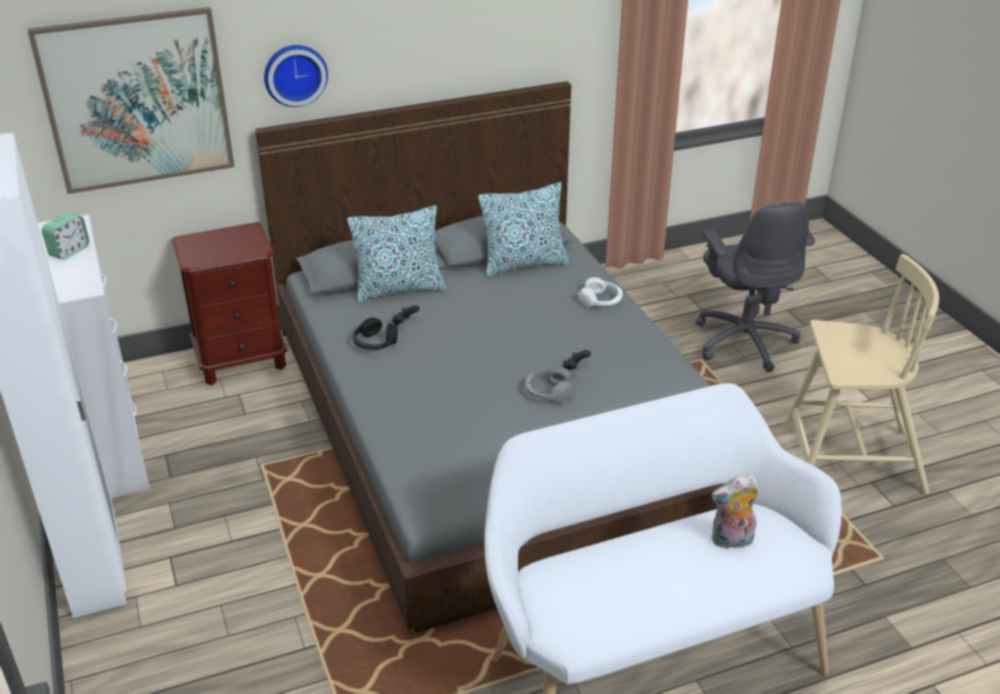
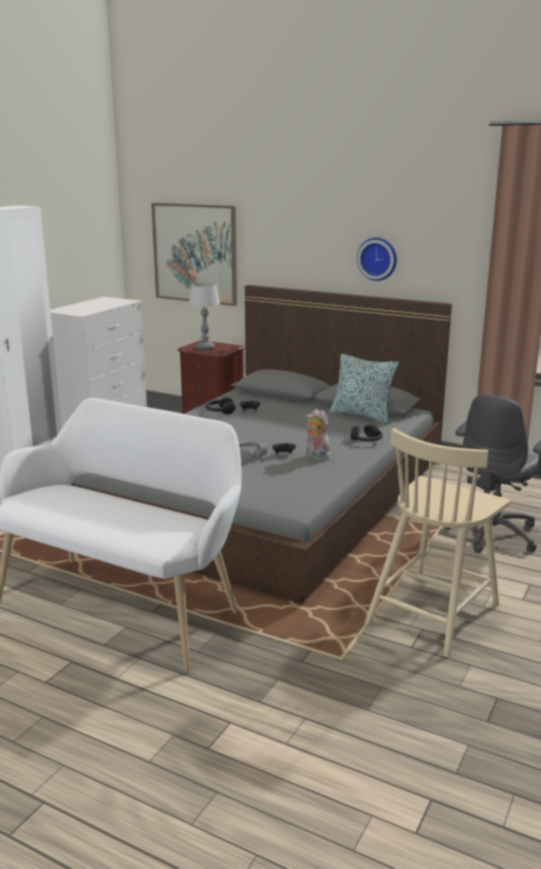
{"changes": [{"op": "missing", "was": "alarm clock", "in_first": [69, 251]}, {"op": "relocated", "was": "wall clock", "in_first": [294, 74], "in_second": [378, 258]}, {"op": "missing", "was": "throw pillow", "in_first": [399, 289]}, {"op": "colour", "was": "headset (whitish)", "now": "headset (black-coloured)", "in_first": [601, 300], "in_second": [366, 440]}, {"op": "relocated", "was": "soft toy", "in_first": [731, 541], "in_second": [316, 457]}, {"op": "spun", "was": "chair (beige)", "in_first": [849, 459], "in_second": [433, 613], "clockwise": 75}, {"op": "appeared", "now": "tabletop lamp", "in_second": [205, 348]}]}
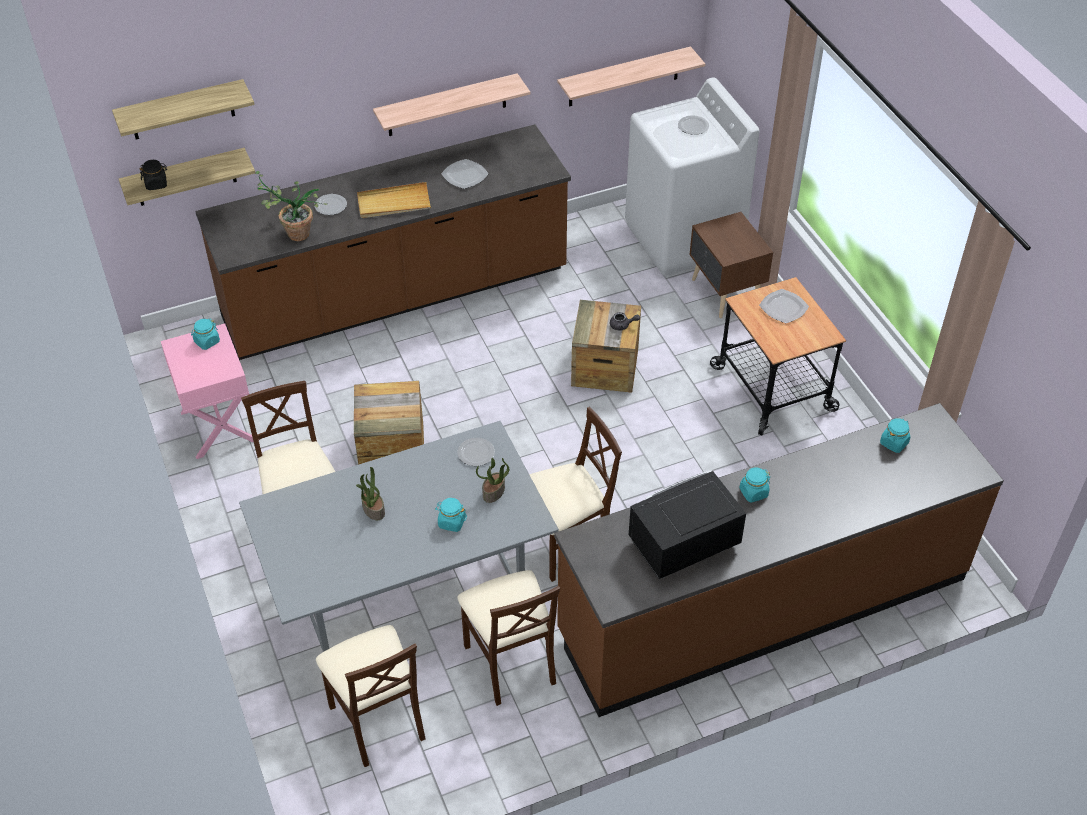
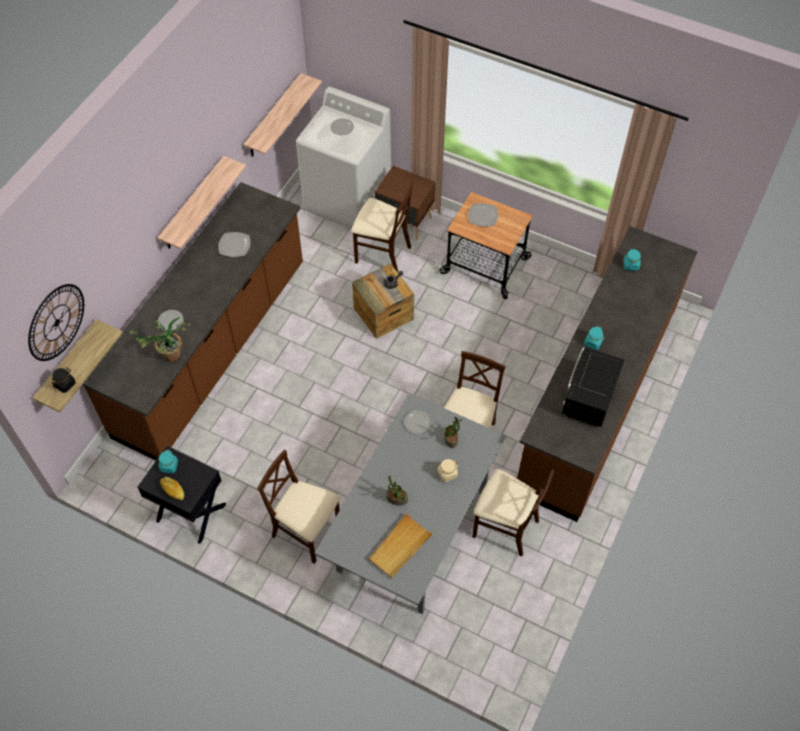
{"changes": [{"op": "exchanged", "was": "bracket shelf", "now": "wall clock", "in_first": [182, 110], "in_second": [56, 322]}, {"op": "colour", "was": "night table (pink)", "now": "night table (black-coloured)", "in_first": [218, 426], "in_second": [191, 513]}, {"op": "relocated", "was": "chair (beige)", "in_first": [378, 720], "in_second": [382, 253]}, {"op": "missing", "was": "crate", "in_first": [392, 449]}, {"op": "relocated", "was": "tray (beige)", "in_first": [393, 203], "in_second": [400, 547]}, {"op": "colour", "was": "storage jar (turquoise-coloured)", "now": "storage jar (beige)", "in_first": [451, 522], "in_second": [447, 474]}, {"op": "appeared", "now": "bakery bread", "in_second": [173, 490]}]}
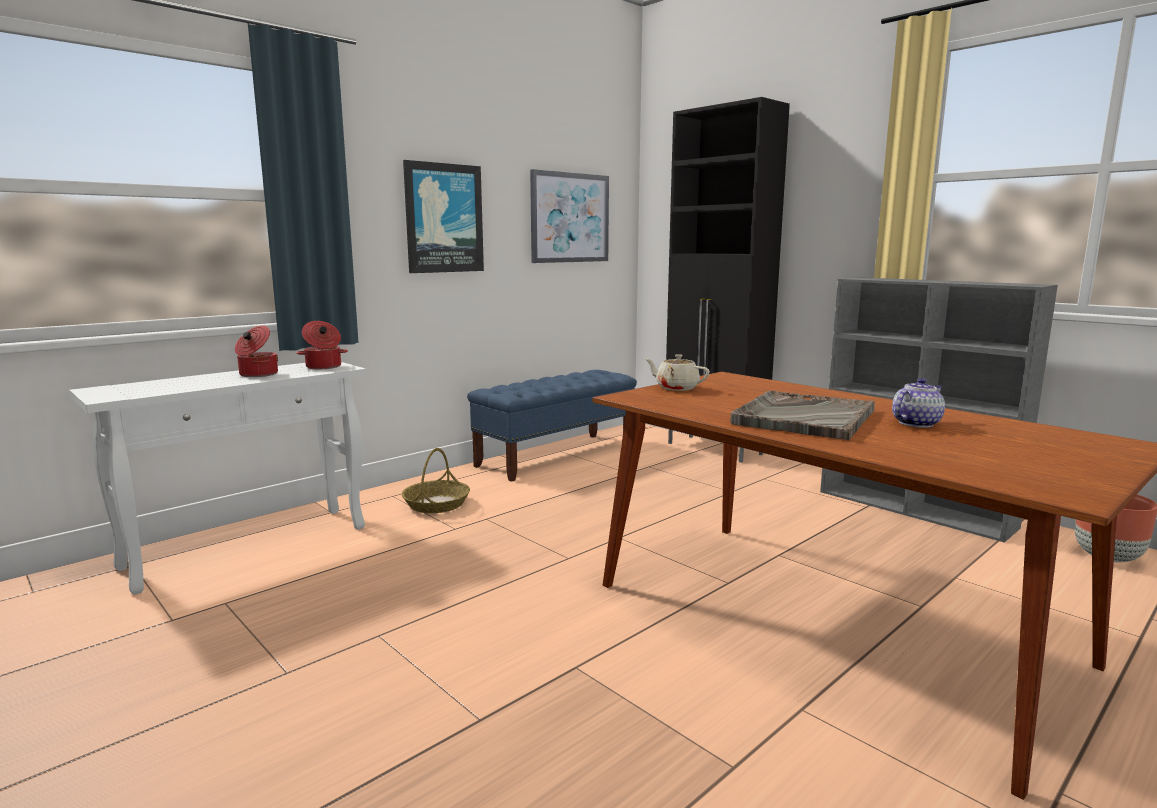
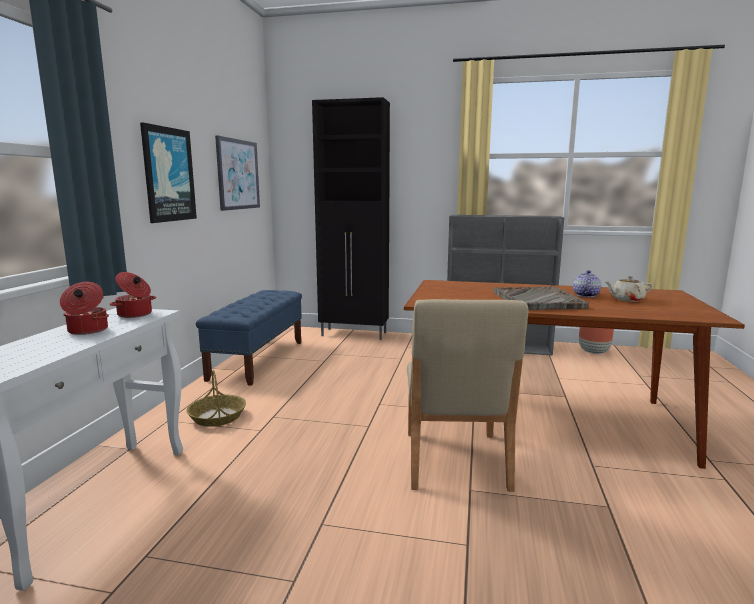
{"changes": [{"op": "relocated", "was": "pot for tea (beige)", "in_first": [676, 388], "in_second": [626, 299]}, {"op": "appeared", "now": "chair (beige)", "in_second": [455, 461]}]}
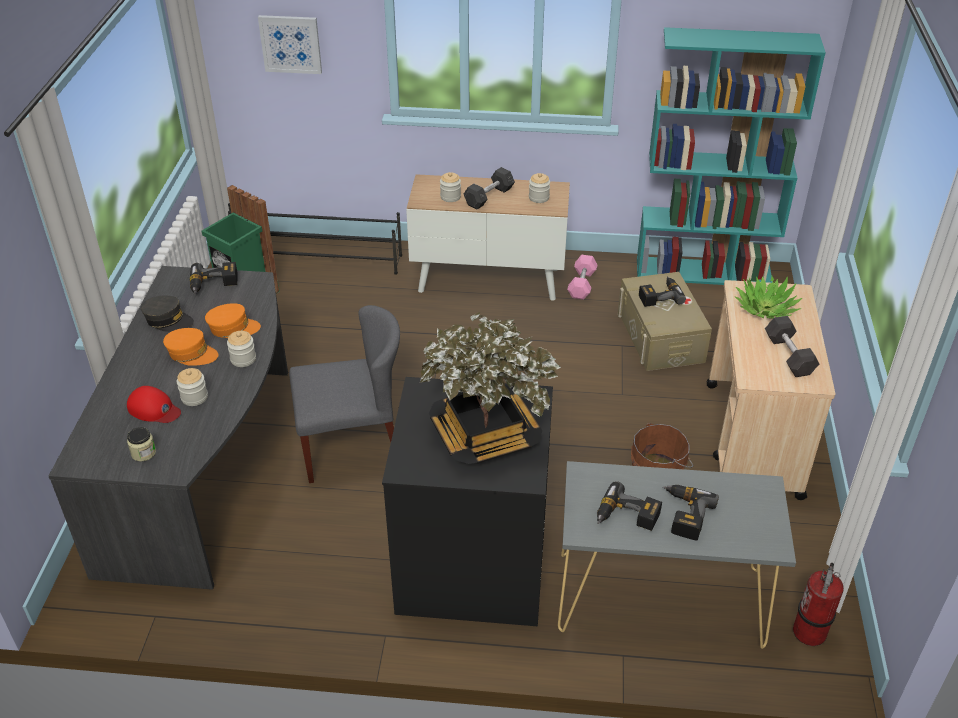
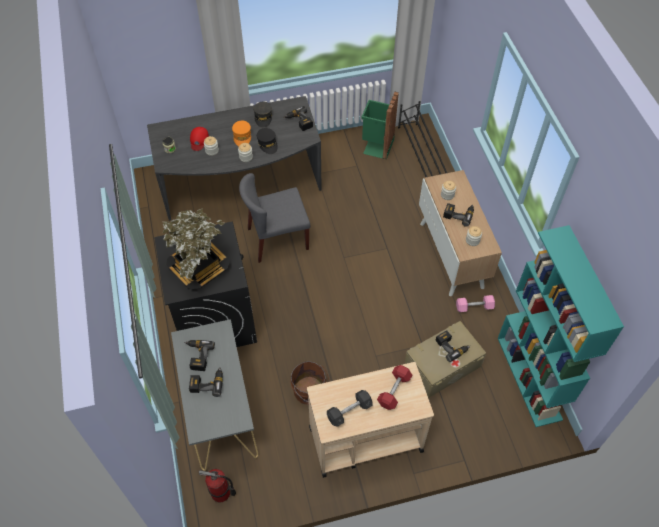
{"changes": [{"op": "colour", "was": "peaked cap (orange-coloured)", "now": "peaked cap (black-coloured)", "in_first": [233, 328], "in_second": [267, 144]}, {"op": "missing", "was": "picture", "in_first": [291, 44]}, {"op": "spun", "was": "chair (grey)", "in_first": [352, 447], "in_second": [277, 239], "clockwise": 105}, {"op": "exchanged", "was": "hand weight (grey)", "now": "drill", "in_first": [489, 197], "in_second": [458, 214]}, {"op": "exchanged", "was": "plant in a pot", "now": "hand weight (red-coloured)", "in_first": [765, 308], "in_second": [394, 390]}]}
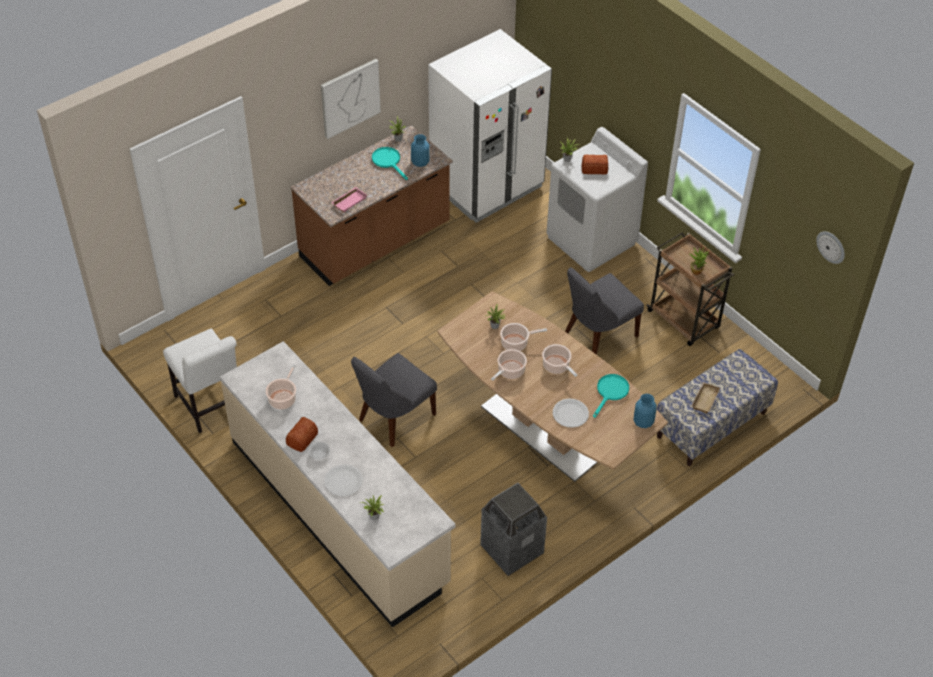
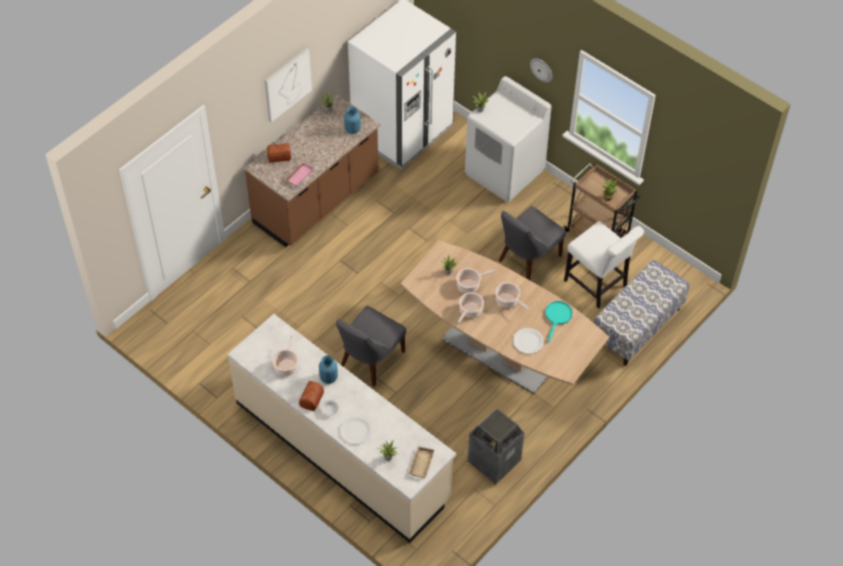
{"changes": [{"op": "relocated", "was": "chair (whitish)", "in_first": [211, 407], "in_second": [598, 285]}, {"op": "missing", "was": "frying pan (turquoise-coloured)", "in_first": [388, 161]}, {"op": "relocated", "was": "bakery bread", "in_first": [595, 169], "in_second": [280, 156]}, {"op": "relocated", "was": "vase (blue-coloured)", "in_first": [643, 422], "in_second": [328, 377]}, {"op": "relocated", "was": "tray (beige)", "in_first": [704, 399], "in_second": [420, 463]}, {"op": "relocated", "was": "wall clock", "in_first": [831, 247], "in_second": [541, 69]}]}
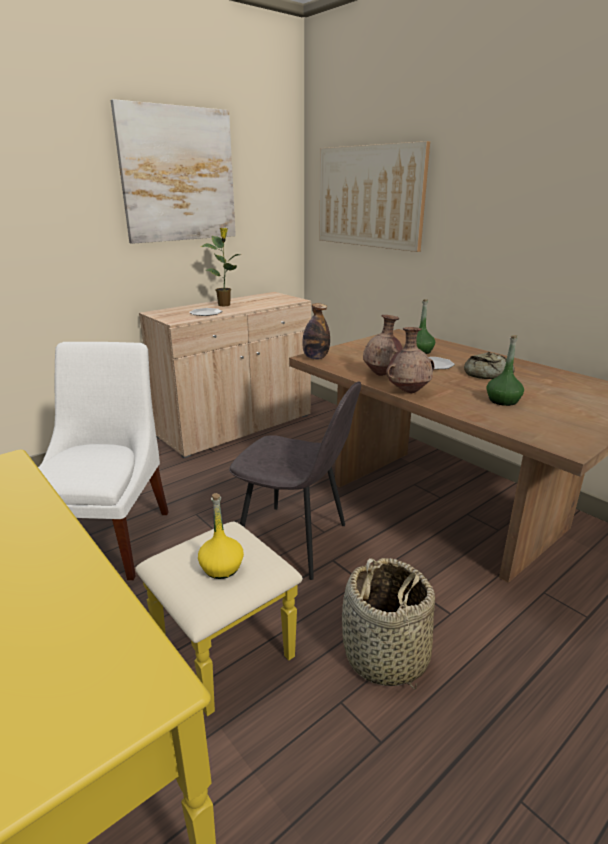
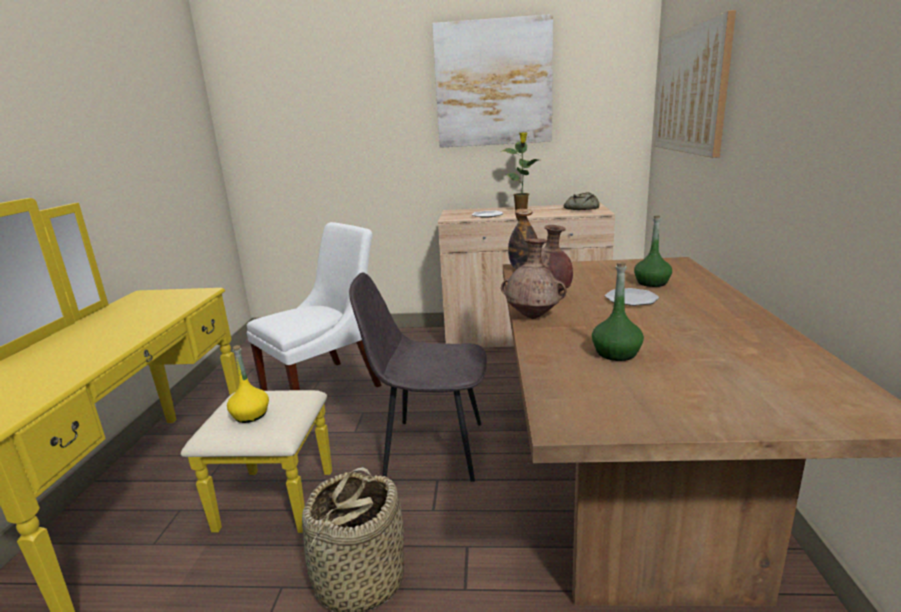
{"changes": [{"op": "spun", "was": "chair (grey)", "in_first": [295, 541], "in_second": [431, 449], "clockwise": 120}, {"op": "relocated", "was": "bakery bread", "in_first": [487, 374], "in_second": [581, 208]}]}
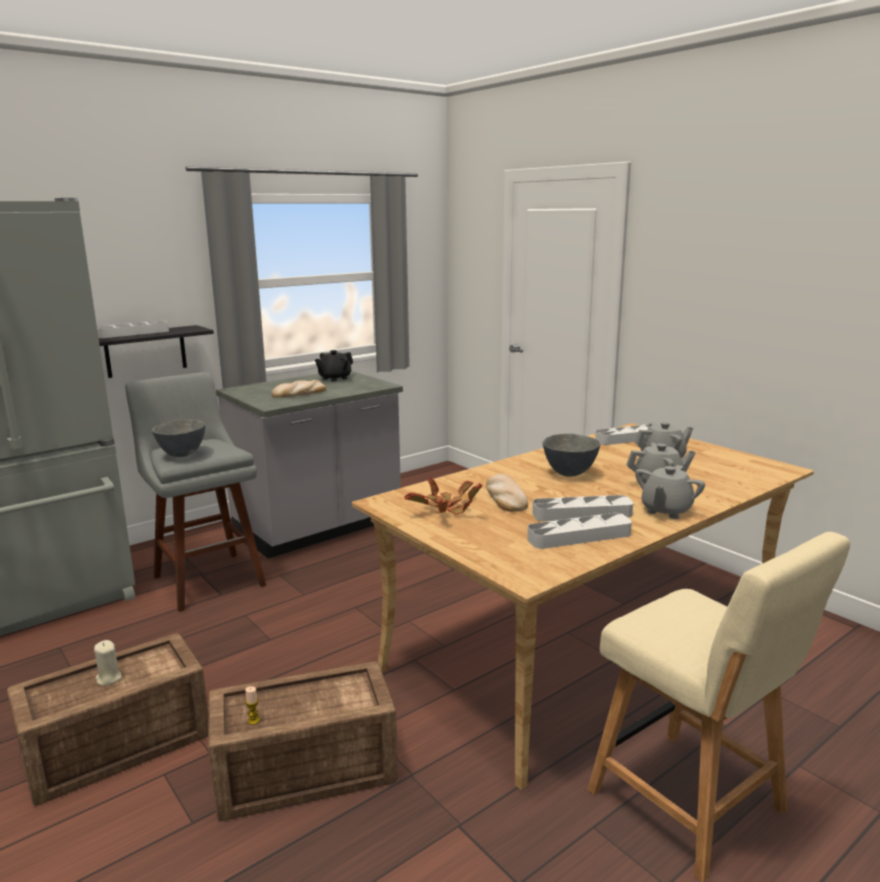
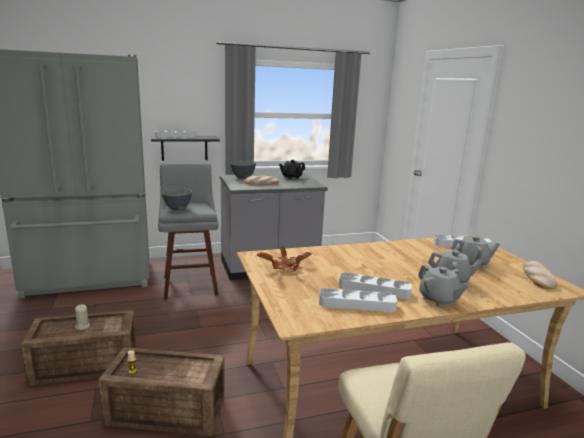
{"changes": [{"op": "relocated", "was": "bakery bread", "in_first": [505, 497], "in_second": [537, 277]}, {"op": "relocated", "was": "deep dish (grey)", "in_first": [569, 474], "in_second": [242, 178]}, {"op": "spun", "was": "pot for tea (grey)", "in_first": [666, 510], "in_second": [438, 300], "clockwise": -90}]}
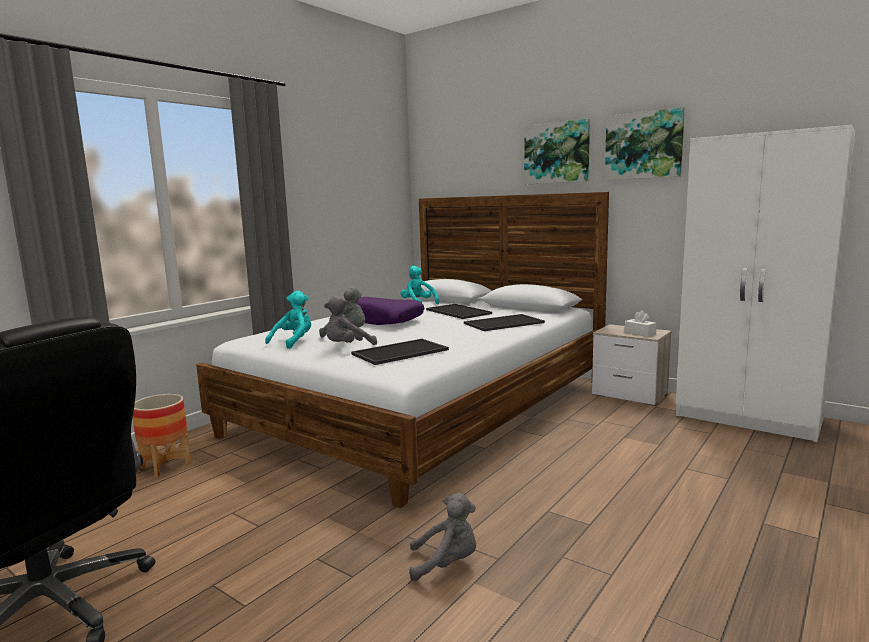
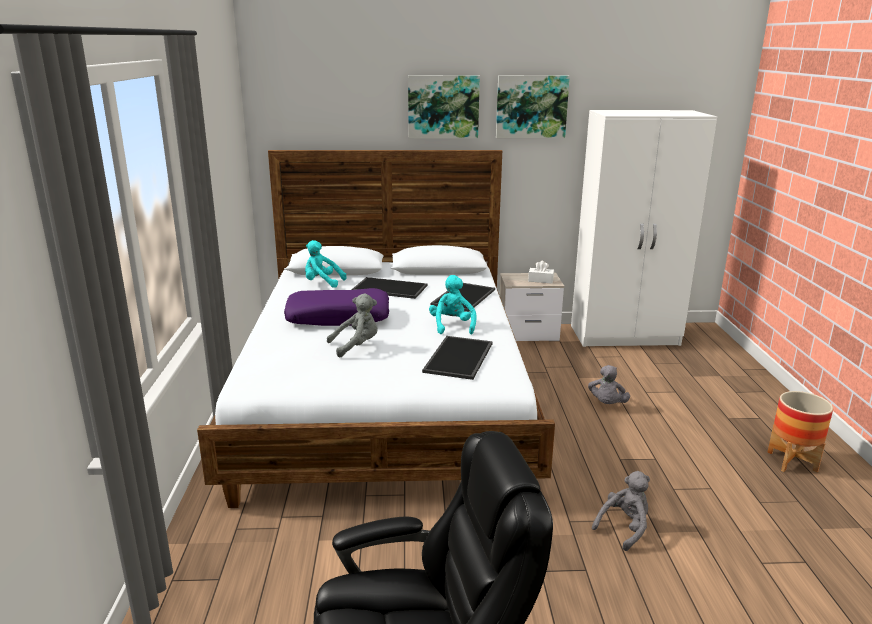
{"changes": [{"op": "relocated", "was": "plant pot", "in_first": [166, 466], "in_second": [792, 461]}, {"op": "relocated", "was": "soft toy (turquoise-coloured)", "in_first": [294, 342], "in_second": [452, 326]}, {"op": "relocated", "was": "soft toy (grey)", "in_first": [348, 347], "in_second": [607, 404]}]}
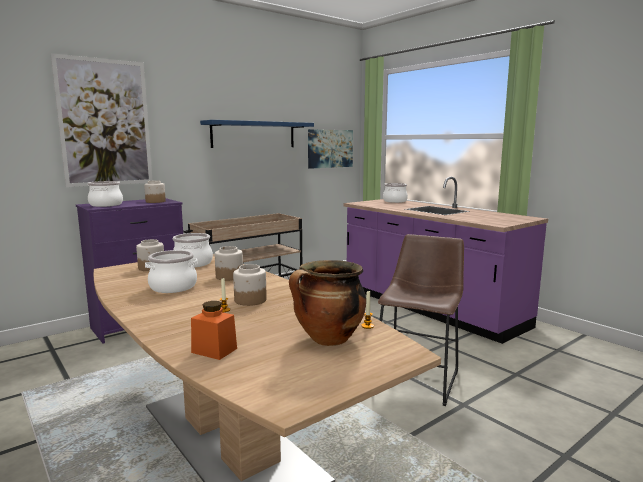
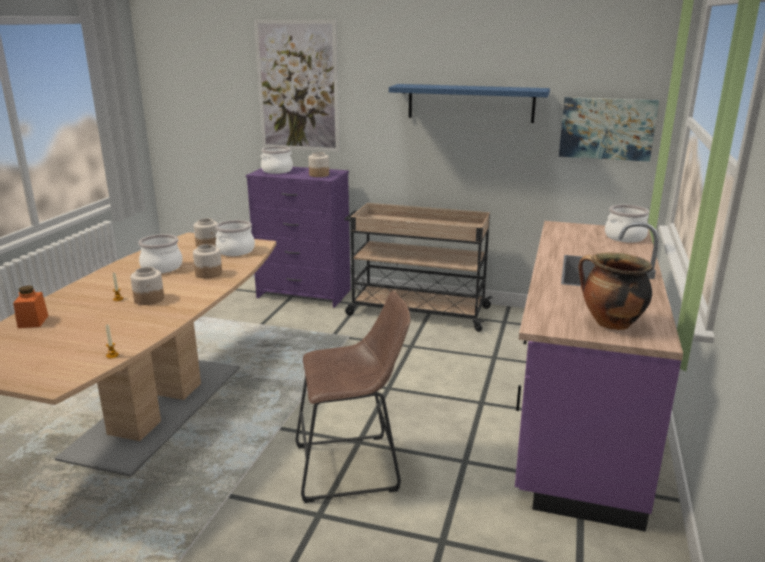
{"changes": [{"op": "relocated", "was": "cooking pot", "in_first": [328, 340], "in_second": [610, 323]}]}
